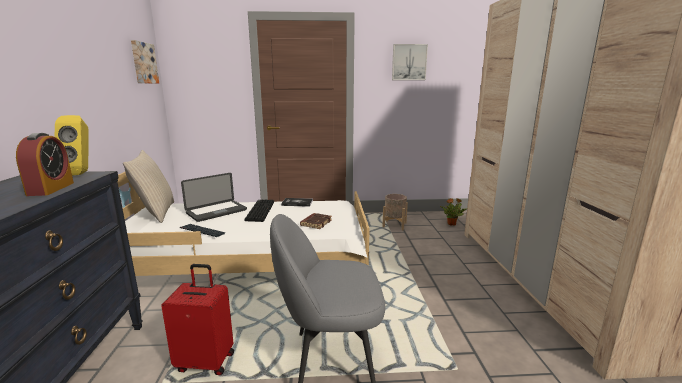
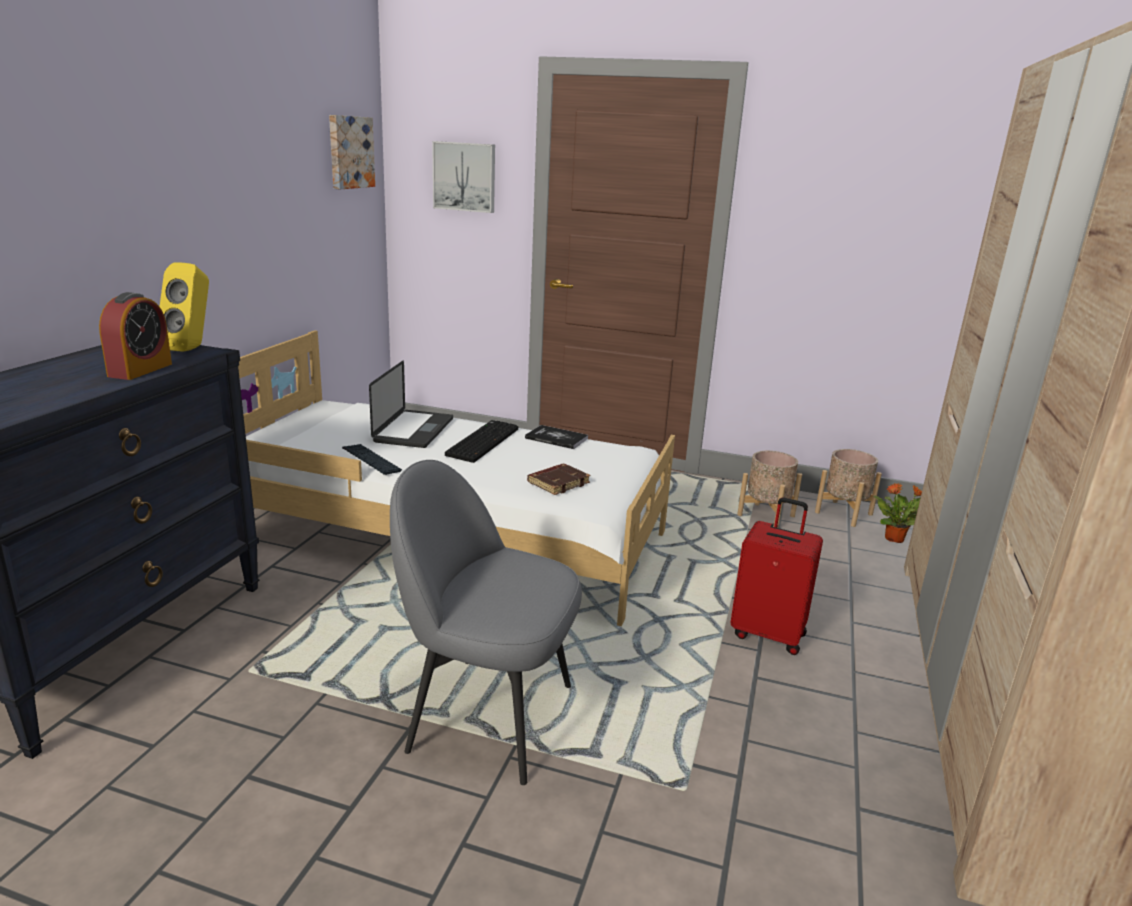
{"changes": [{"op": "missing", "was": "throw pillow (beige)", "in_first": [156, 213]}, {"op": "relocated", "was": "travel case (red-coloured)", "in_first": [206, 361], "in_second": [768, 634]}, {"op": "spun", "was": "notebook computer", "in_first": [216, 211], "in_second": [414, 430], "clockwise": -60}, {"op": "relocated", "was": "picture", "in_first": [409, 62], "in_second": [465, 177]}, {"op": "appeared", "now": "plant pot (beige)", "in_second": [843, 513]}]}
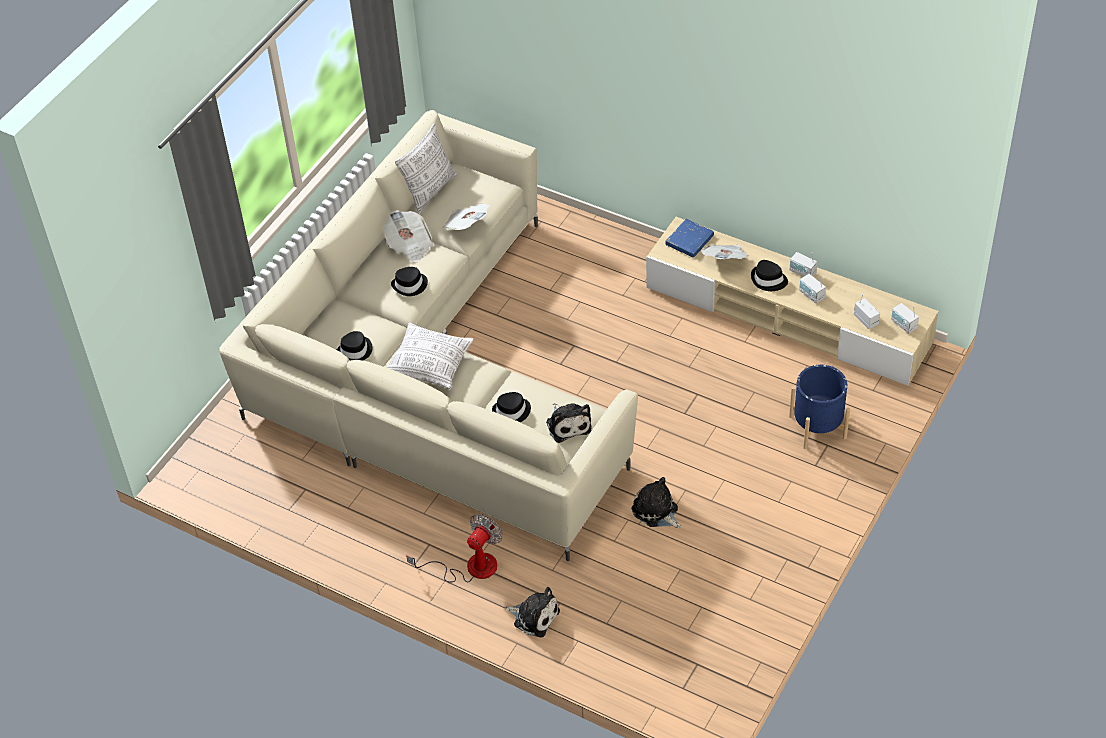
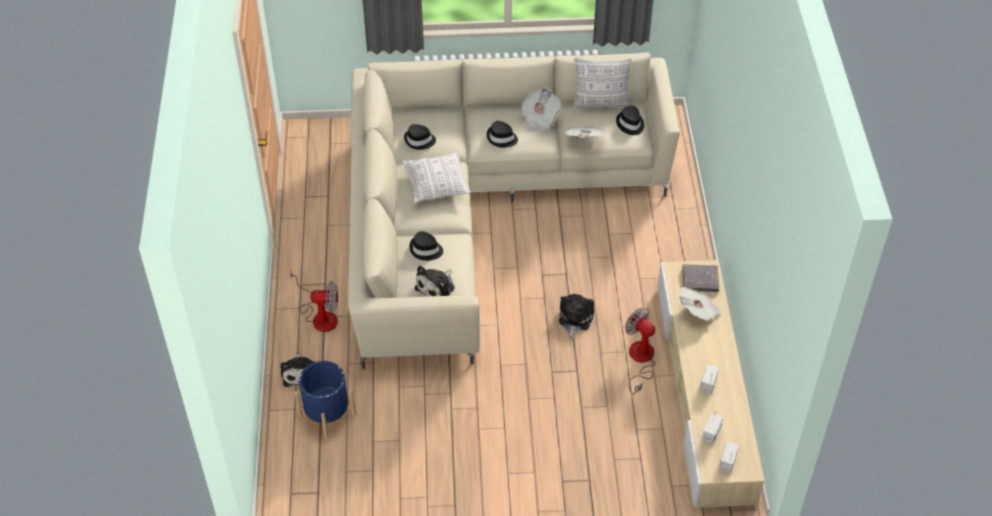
{"changes": [{"op": "relocated", "was": "soft toy", "in_first": [656, 511], "in_second": [574, 319]}, {"op": "colour", "was": "bound book (blue-coloured)", "now": "bound book (grey)", "in_first": [689, 240], "in_second": [700, 280]}, {"op": "relocated", "was": "hat (black-coloured)", "in_first": [768, 280], "in_second": [630, 124]}, {"op": "missing", "was": "radio receiver", "in_first": [802, 272]}, {"op": "relocated", "was": "plant pot (blue-coloured)", "in_first": [817, 427], "in_second": [327, 415]}, {"op": "appeared", "now": "fan", "in_second": [640, 360]}]}
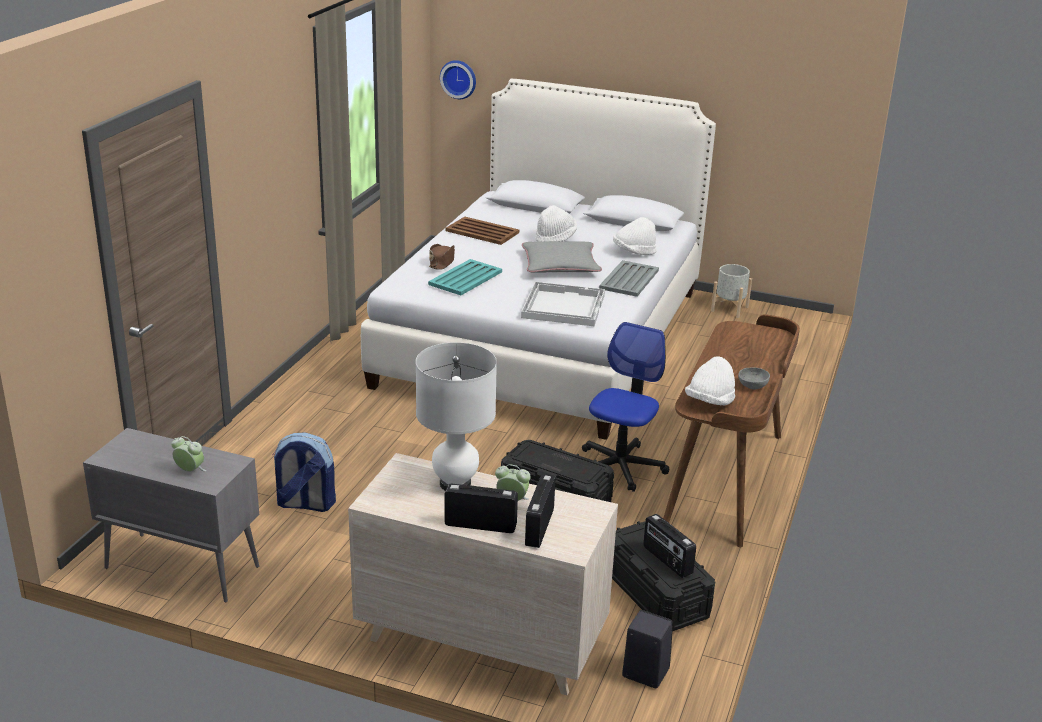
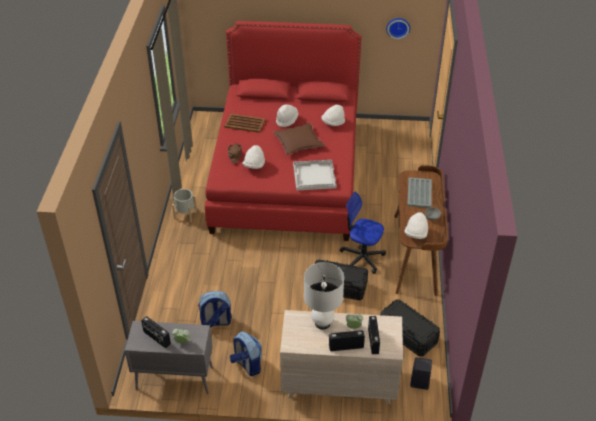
{"changes": [{"op": "colour", "was": "sleeping bed (whitish)", "now": "sleeping bed (red-coloured)", "in_first": [542, 337], "in_second": [286, 173]}, {"op": "exchanged", "was": "tray (turquoise-coloured)", "now": "hat (whitish)", "in_first": [466, 278], "in_second": [254, 165]}, {"op": "relocated", "was": "wall clock", "in_first": [459, 79], "in_second": [398, 27]}, {"op": "colour", "was": "throw pillow (grey)", "now": "throw pillow (brown)", "in_first": [560, 265], "in_second": [298, 142]}, {"op": "spun", "was": "computer chair", "in_first": [620, 467], "in_second": [362, 257], "clockwise": -75}, {"op": "relocated", "was": "tray (grey)", "in_first": [629, 279], "in_second": [419, 193]}, {"op": "relocated", "was": "radio receiver", "in_first": [667, 560], "in_second": [156, 338]}, {"op": "relocated", "was": "plant pot (grey)", "in_first": [729, 309], "in_second": [185, 214]}, {"op": "appeared", "now": "backpack", "in_second": [247, 365]}]}
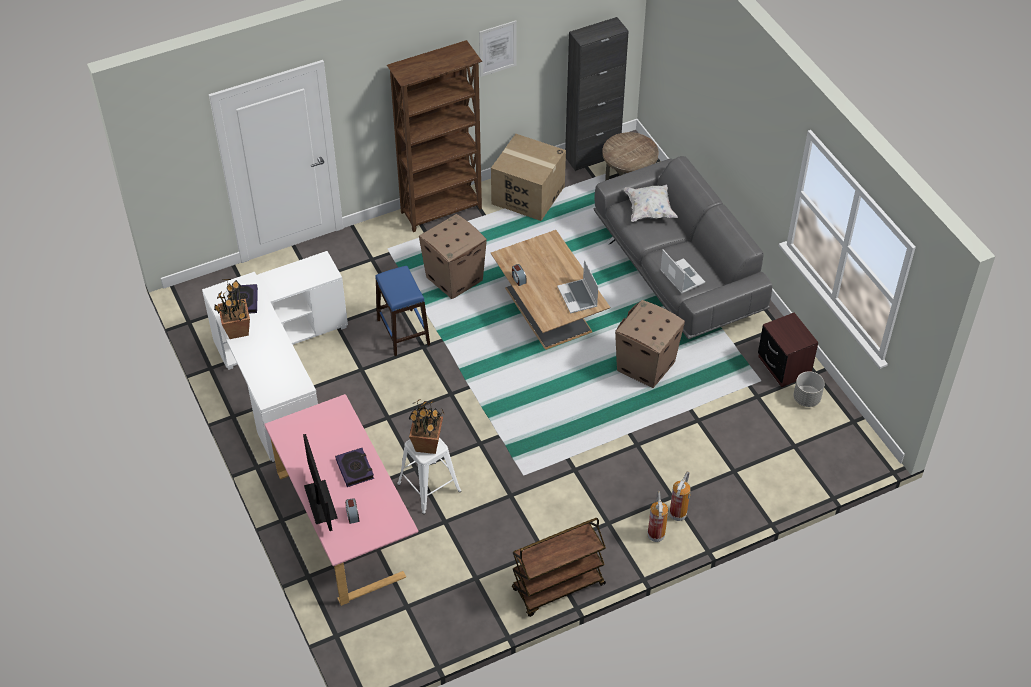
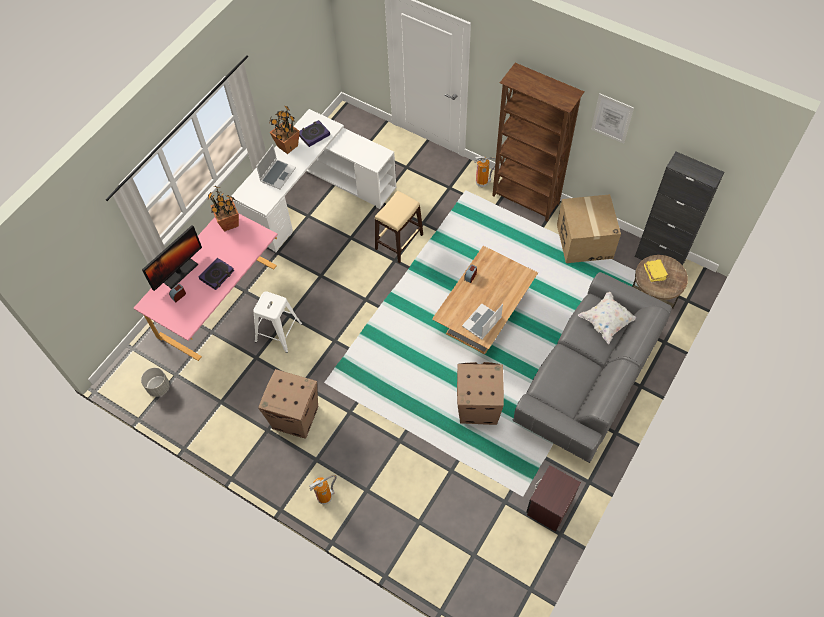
{"changes": [{"op": "colour", "was": "stool seat (blue-coloured)", "now": "stool seat (beige)", "in_first": [403, 332], "in_second": [399, 242]}, {"op": "relocated", "was": "plant in a pot", "in_first": [428, 444], "in_second": [229, 223]}, {"op": "relocated", "was": "carton", "in_first": [455, 278], "in_second": [296, 417]}, {"op": "missing", "was": "wheeled cart (brown)", "in_first": [558, 588]}, {"op": "relocated", "was": "notebook computer", "in_first": [681, 277], "in_second": [278, 174]}, {"op": "relocated", "was": "fire-fighting cylinder", "in_first": [678, 513], "in_second": [482, 183]}, {"op": "relocated", "was": "plant pot (grey)", "in_first": [806, 398], "in_second": [158, 387]}, {"op": "appeared", "now": "bound book (yellowish)", "in_second": [654, 273]}]}
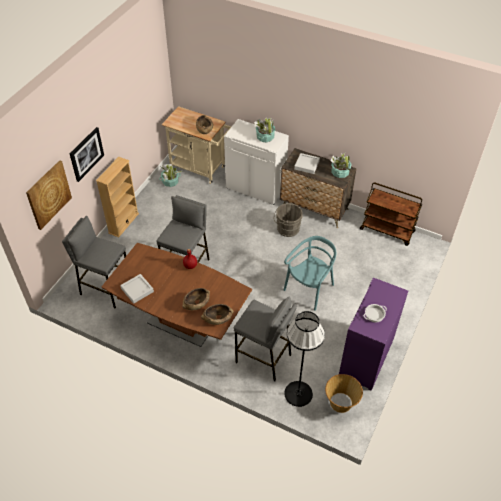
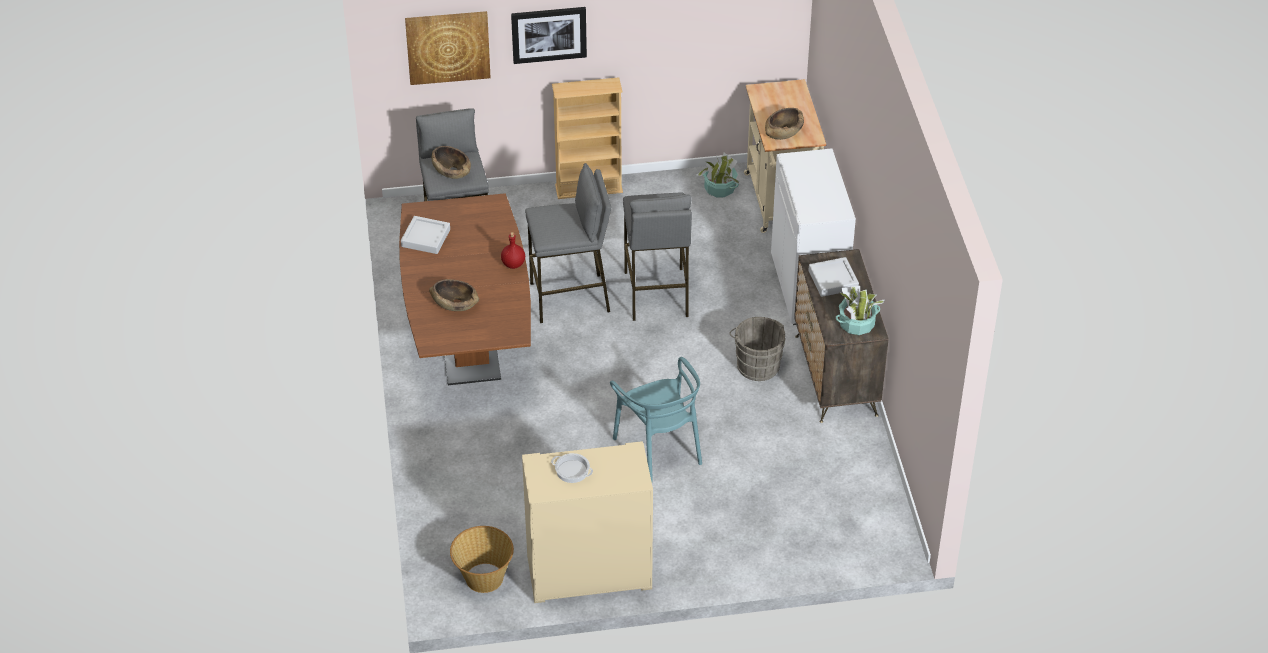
{"changes": [{"op": "relocated", "was": "deep dish (brown)", "in_first": [217, 318], "in_second": [452, 171]}, {"op": "relocated", "was": "stool seat (grey)", "in_first": [263, 358], "in_second": [656, 294]}, {"op": "missing", "was": "plant in a pot", "in_first": [265, 137]}, {"op": "spun", "was": "chair (turquoise-coloured)", "in_first": [309, 289], "in_second": [659, 449], "clockwise": 60}, {"op": "missing", "was": "floor lamp (black-coloured)", "in_first": [298, 393]}, {"op": "colour", "was": "storage cabinet (purplish)", "now": "storage cabinet (beige)", "in_first": [367, 358], "in_second": [588, 573]}, {"op": "missing", "was": "wheeled cart (brown)", "in_first": [387, 230]}]}
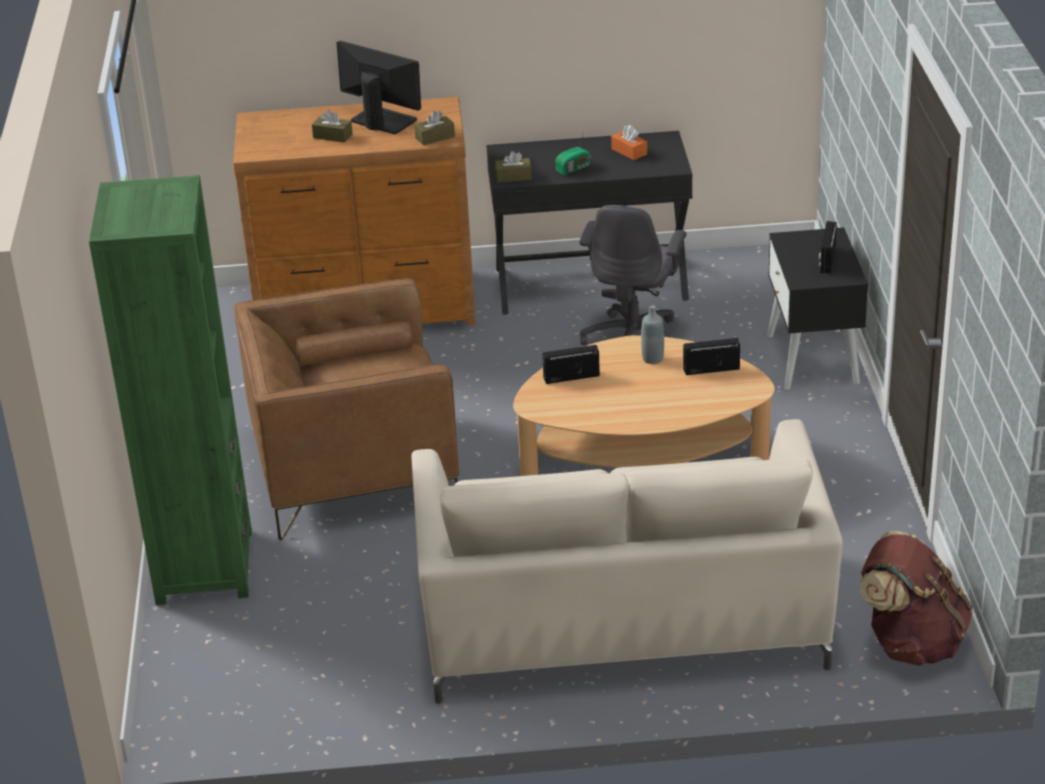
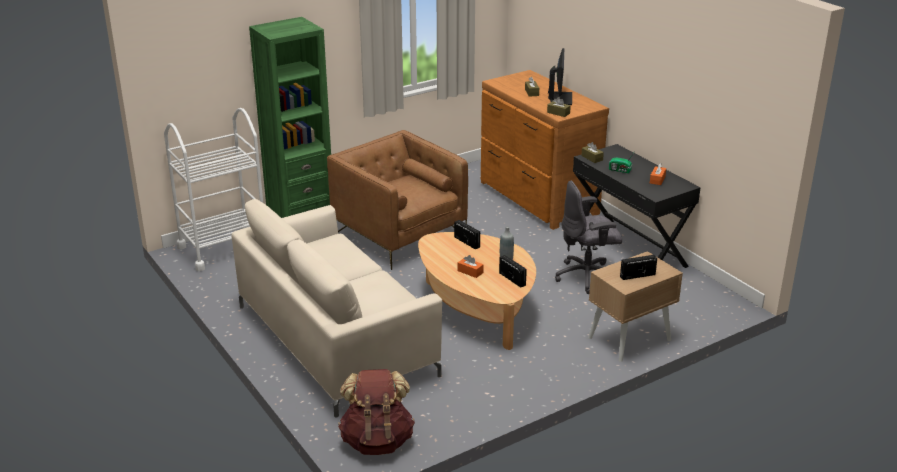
{"changes": [{"op": "colour", "was": "night table (black-coloured)", "now": "night table (beige)", "in_first": [813, 359], "in_second": [629, 339]}, {"op": "appeared", "now": "wheeled cart (whitish)", "in_second": [223, 248]}, {"op": "appeared", "now": "tissue holder (orange-coloured)", "in_second": [470, 272]}]}
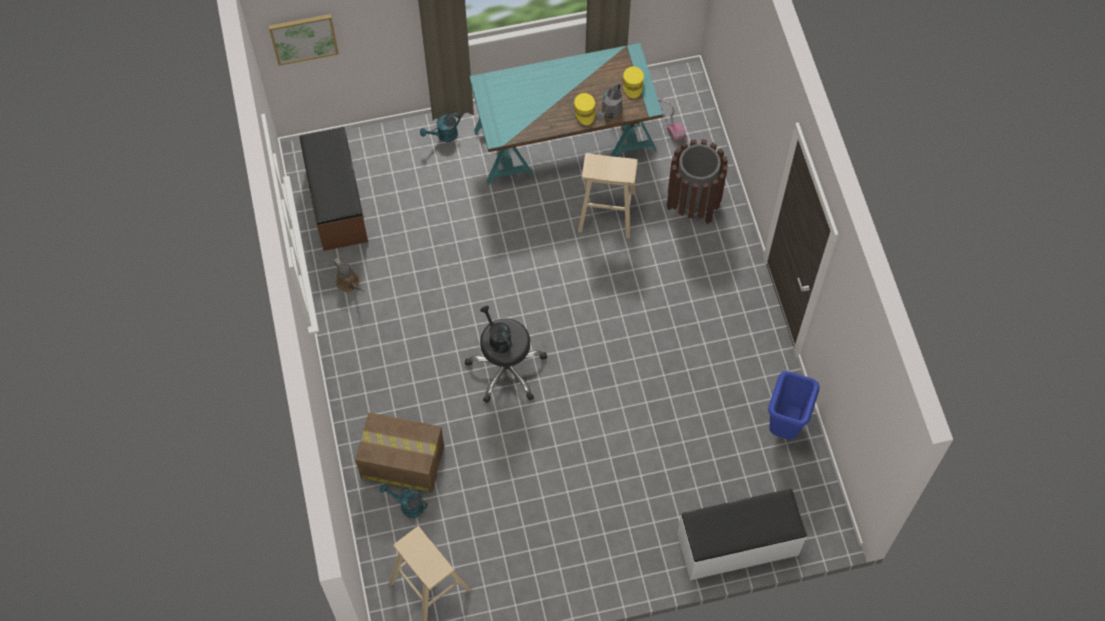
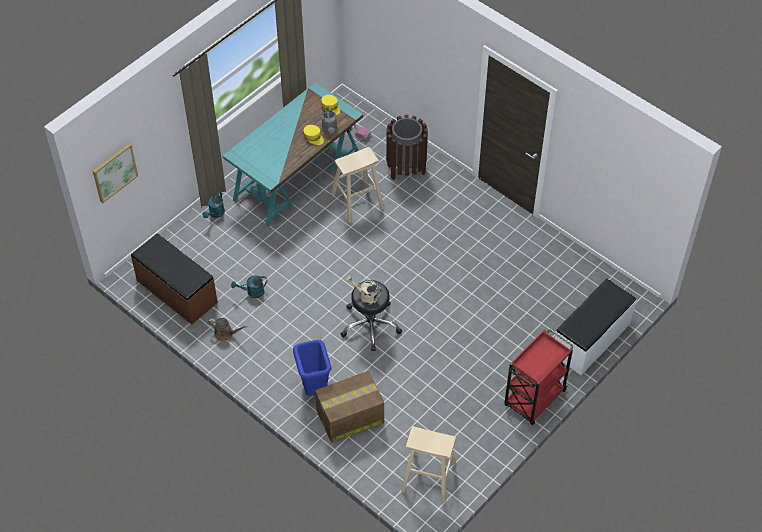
{"changes": [{"op": "relocated", "was": "sprinkling can (turquoise-coloured)", "in_first": [407, 506], "in_second": [252, 292]}, {"op": "colour", "was": "sprinkling can (black-coloured)", "now": "sprinkling can (beige)", "in_first": [497, 339], "in_second": [365, 296]}, {"op": "relocated", "was": "waste bin (blue-coloured)", "in_first": [784, 427], "in_second": [314, 389]}, {"op": "appeared", "now": "wheeled cart (red-coloured)", "in_second": [534, 399]}]}
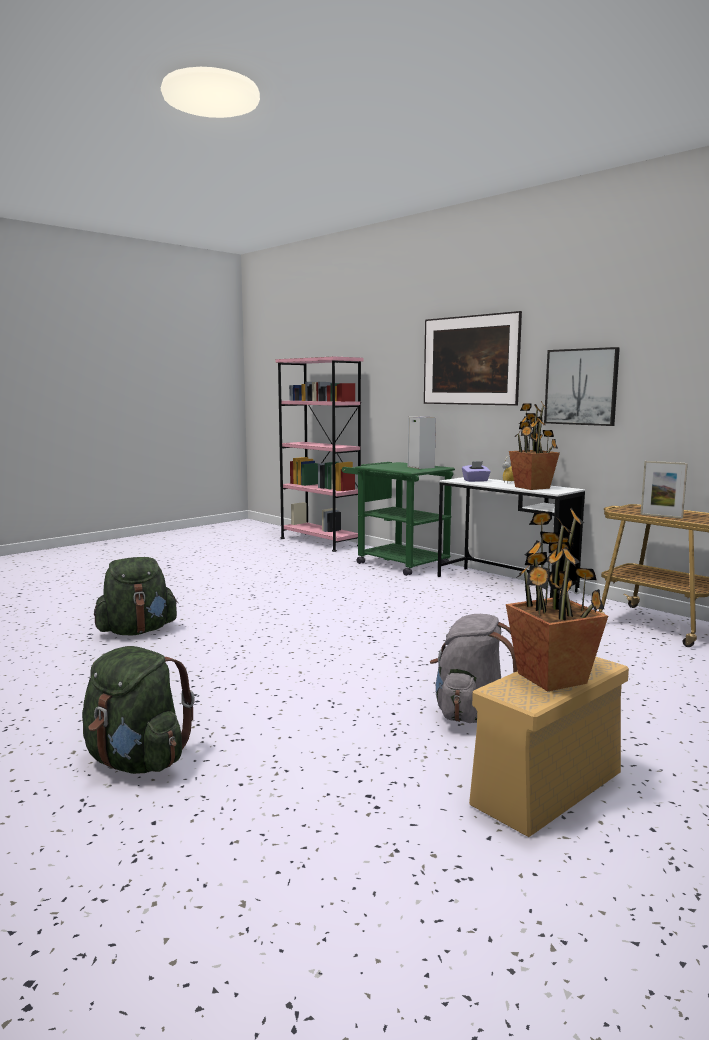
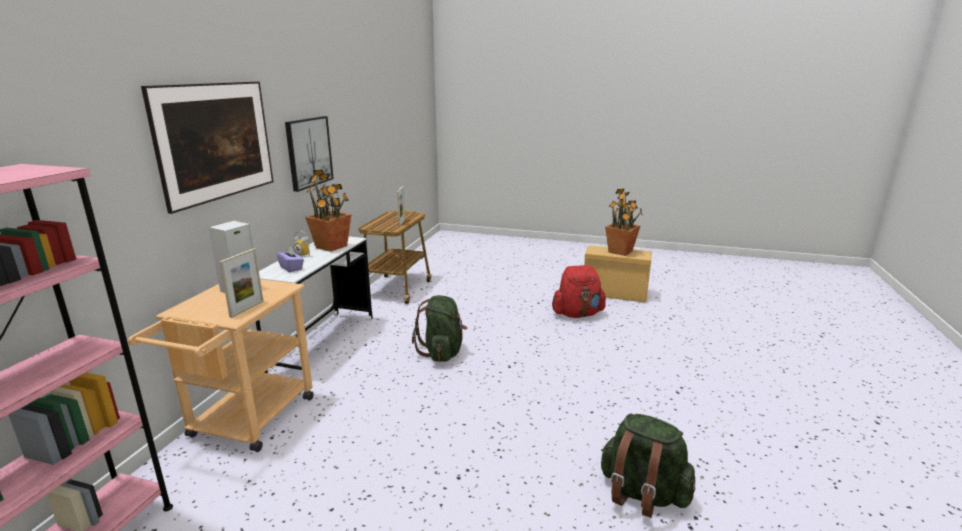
{"changes": [{"op": "relocated", "was": "backpack (greenish)", "in_first": [136, 762], "in_second": [442, 352]}, {"op": "colour", "was": "wheeled cart (greenish)", "now": "wheeled cart (beige)", "in_first": [396, 563], "in_second": [246, 423]}, {"op": "colour", "was": "backpack (grey)", "now": "backpack (red-coloured)", "in_first": [471, 713], "in_second": [577, 314]}, {"op": "appeared", "now": "picture frame", "in_second": [247, 309]}]}
